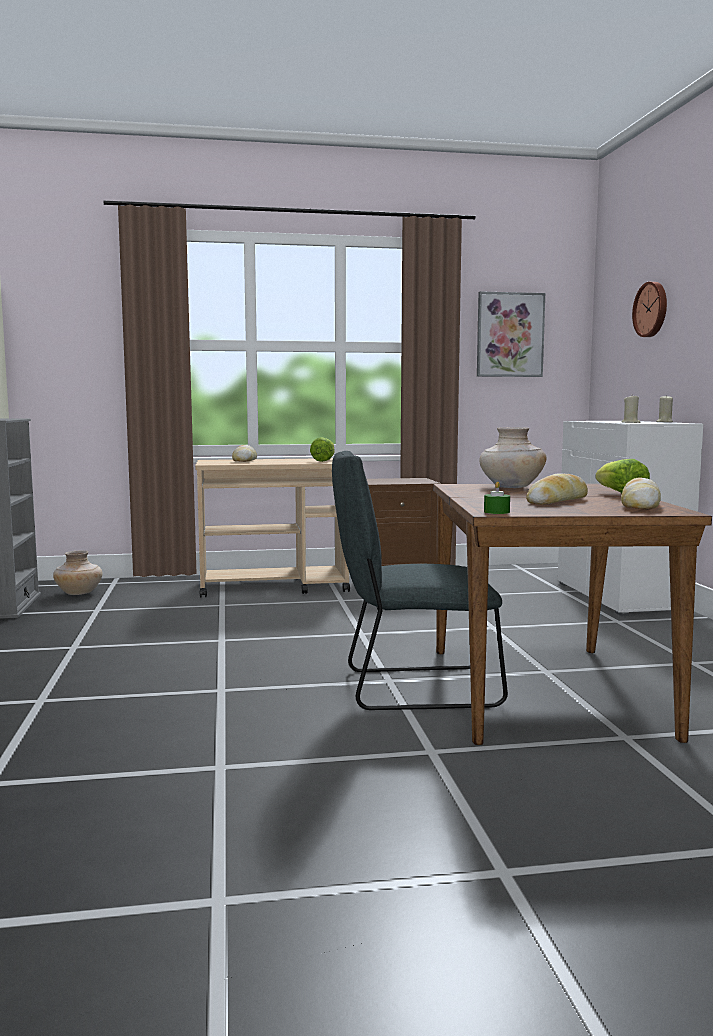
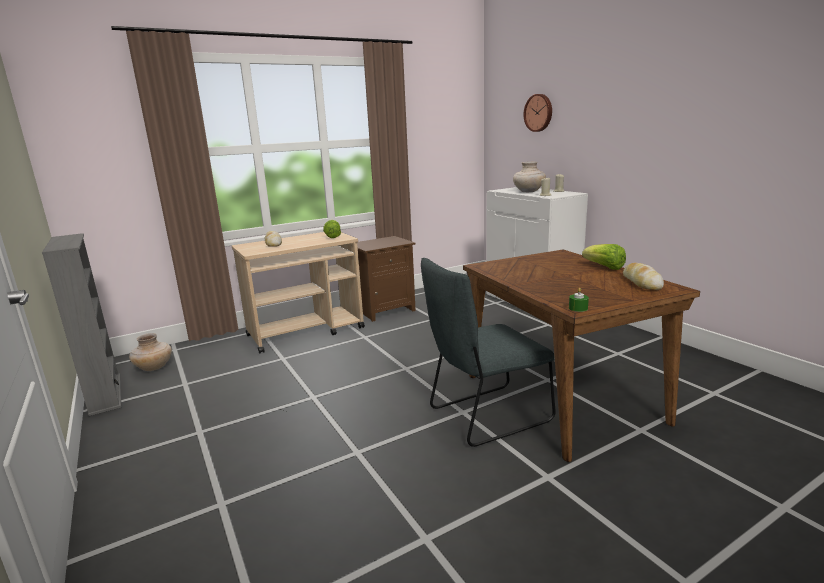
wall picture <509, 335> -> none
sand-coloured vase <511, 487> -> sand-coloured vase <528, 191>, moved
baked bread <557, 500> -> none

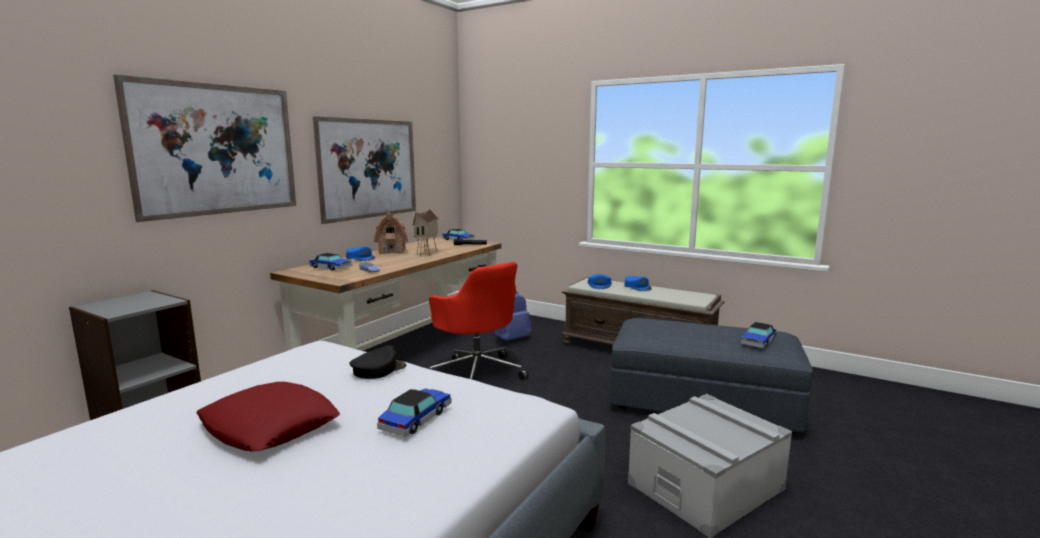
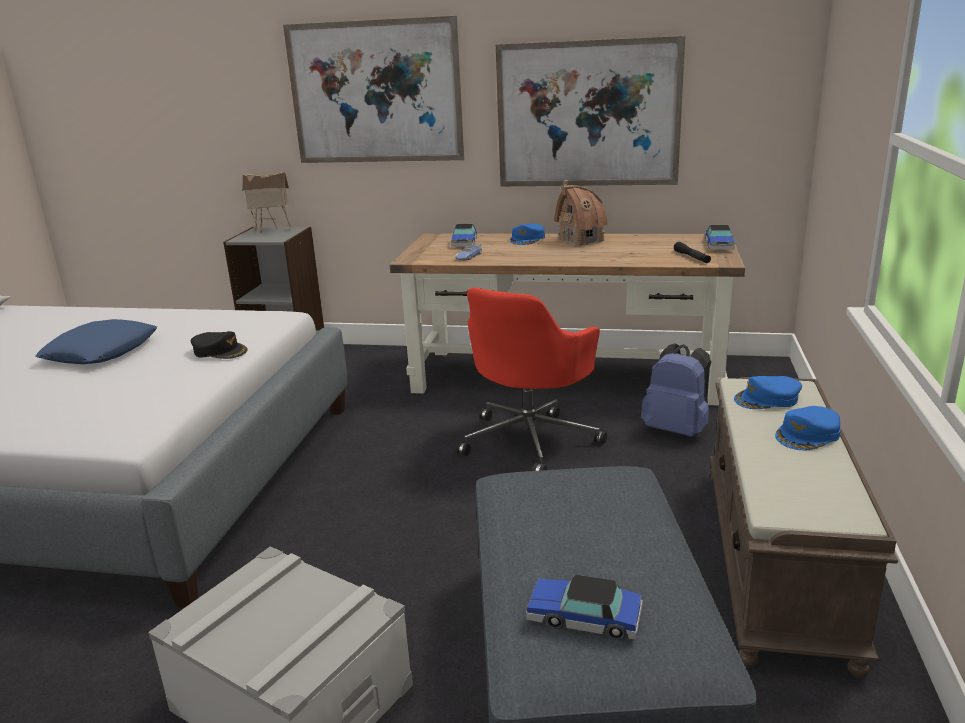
red pillow <269, 426> -> bluish pillow <101, 351>
toy car <416, 418> -> none
toy house <427, 253> -> toy house <271, 230>, moved

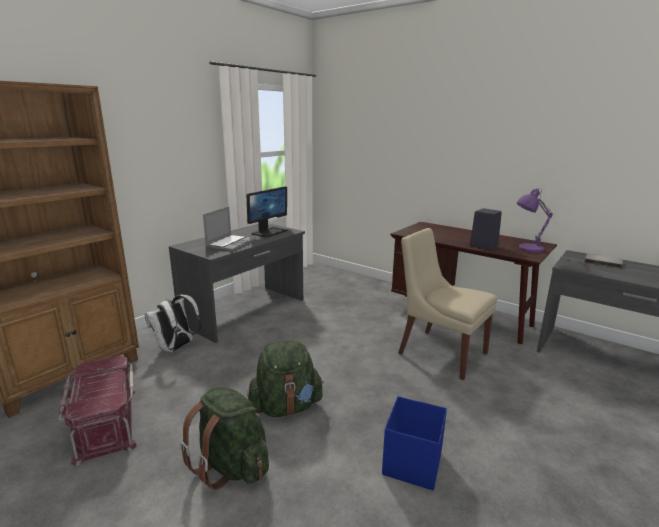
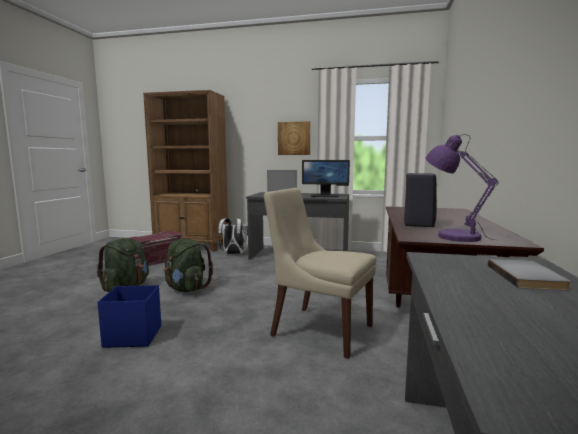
sand-coloured chair <439, 352> -> sand-coloured chair <319, 329>, 75 degrees counterclockwise
none -> wall picture <294, 138>

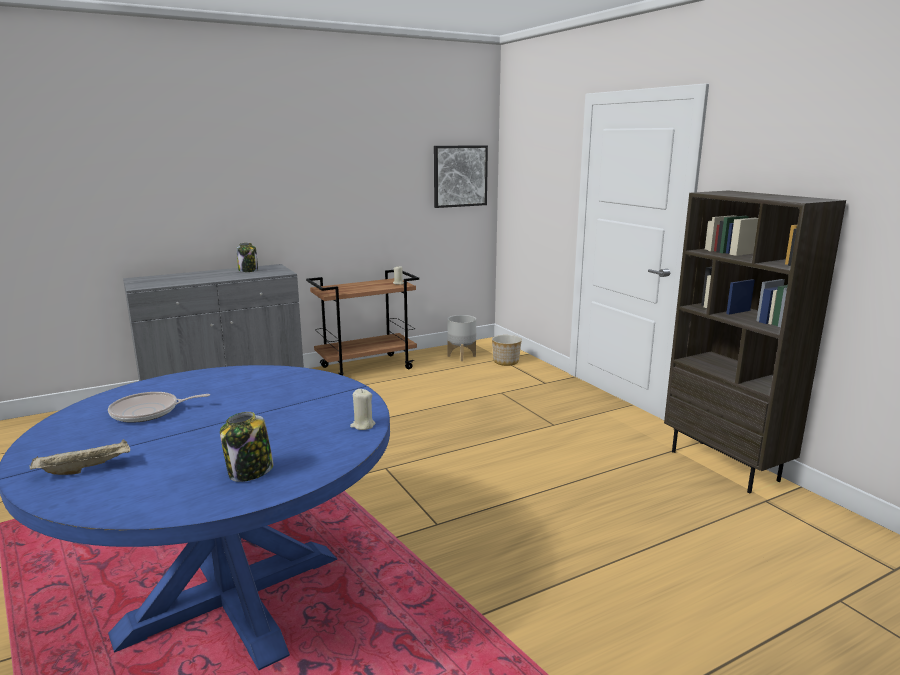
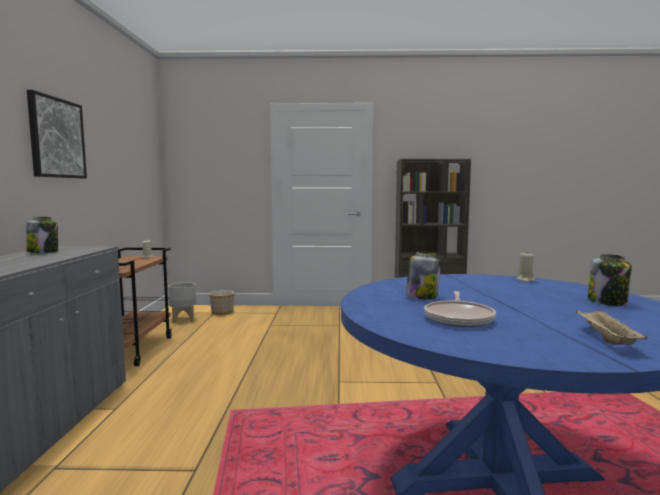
wall picture <460, 176> -> wall picture <56, 138>, moved
none -> storage jar <422, 297>

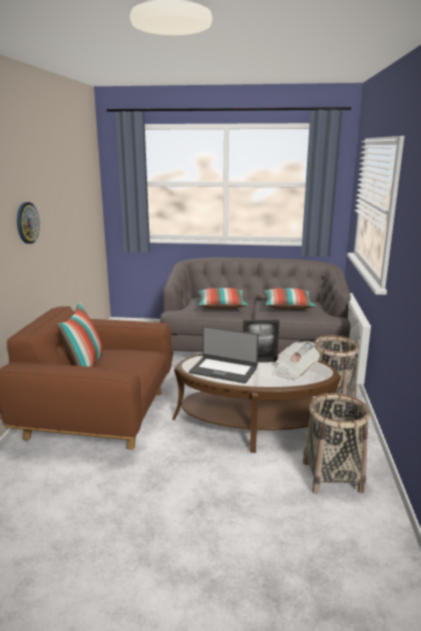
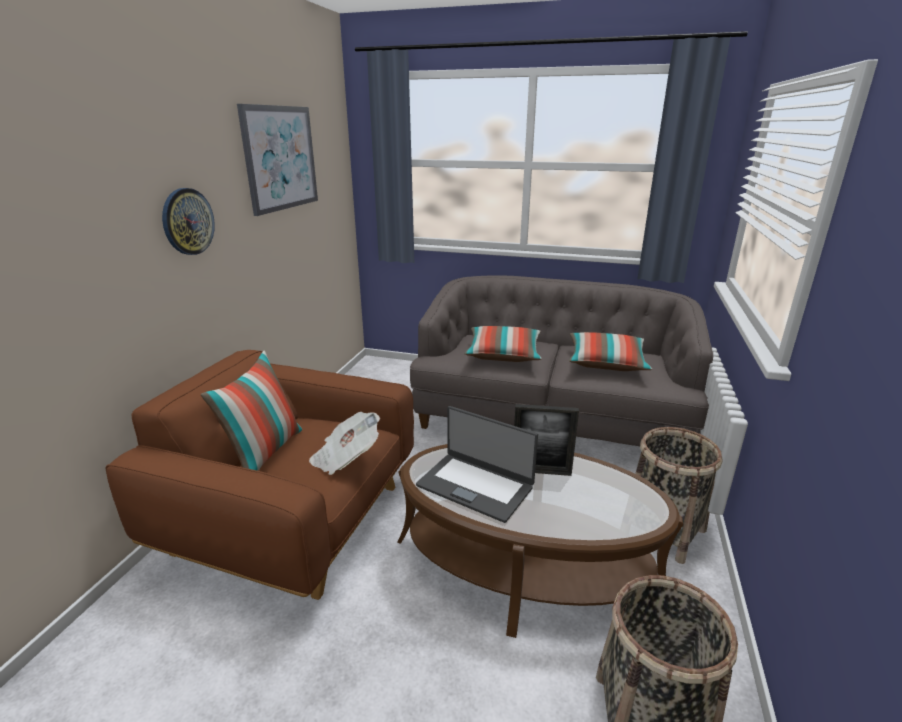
newspaper <294, 371> -> newspaper <346, 458>, moved
none -> wall picture <280, 158>

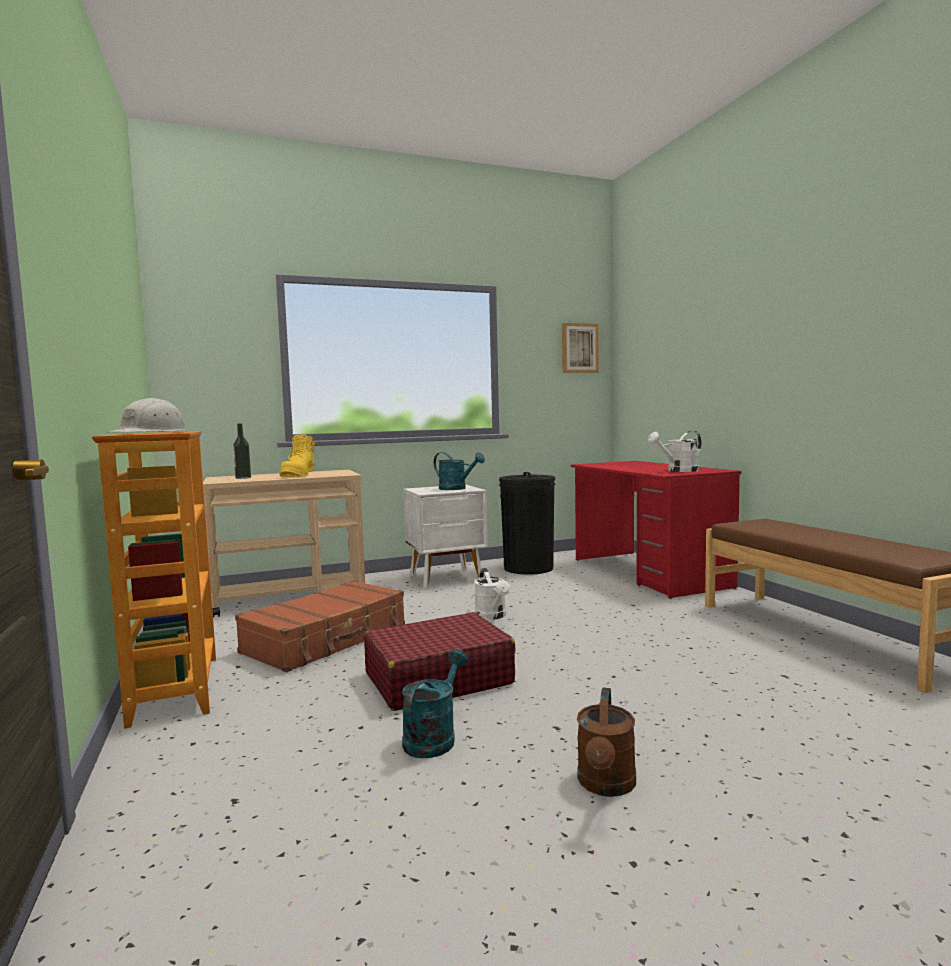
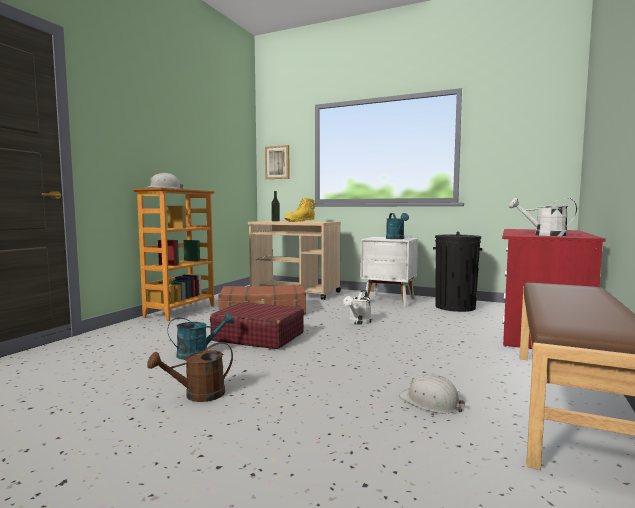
wall picture <579, 348> -> wall picture <277, 162>, moved
none -> white-coloured work helmet <430, 402>

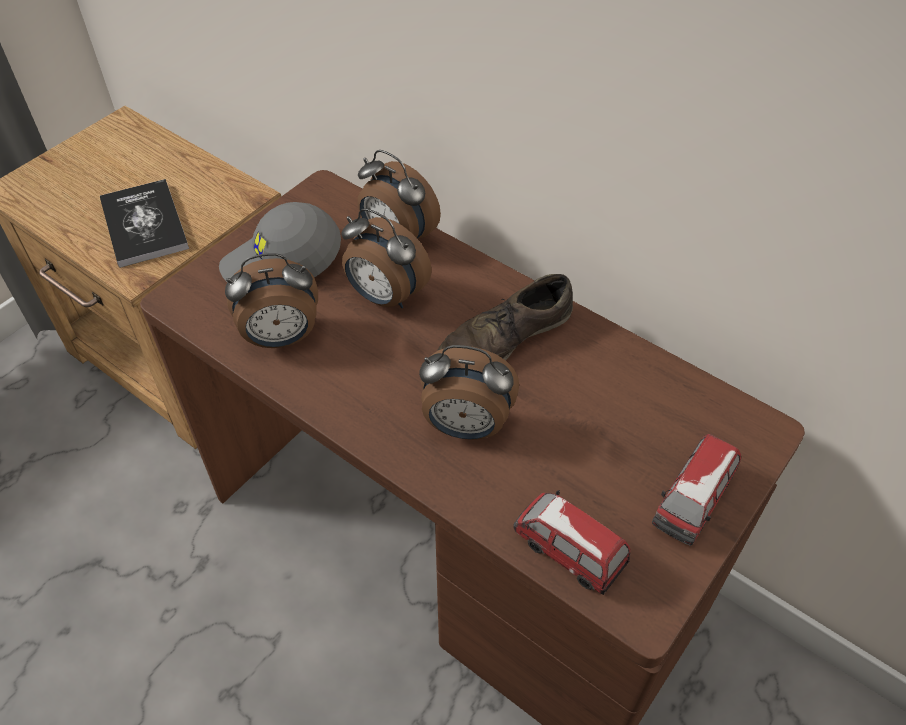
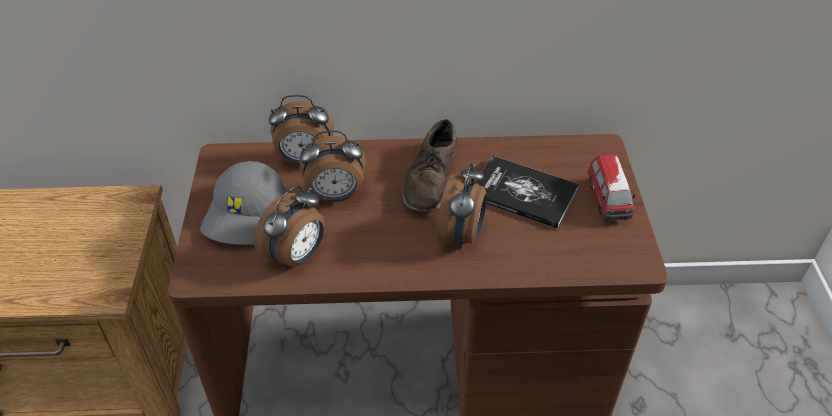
bound book <144, 224> -> bound book <523, 193>, moved
alarm clock <465, 426> -> alarm clock <461, 235>, 45 degrees counterclockwise
toy car <567, 552> -> none

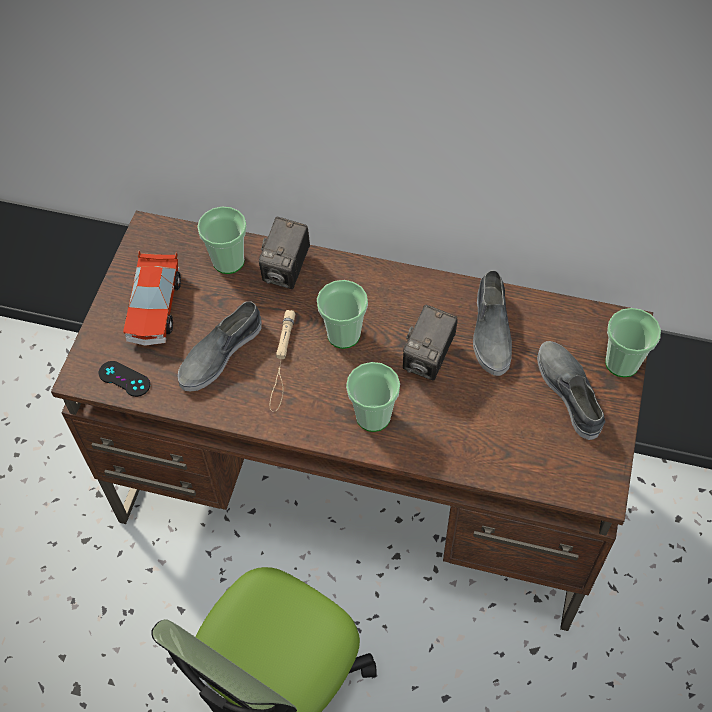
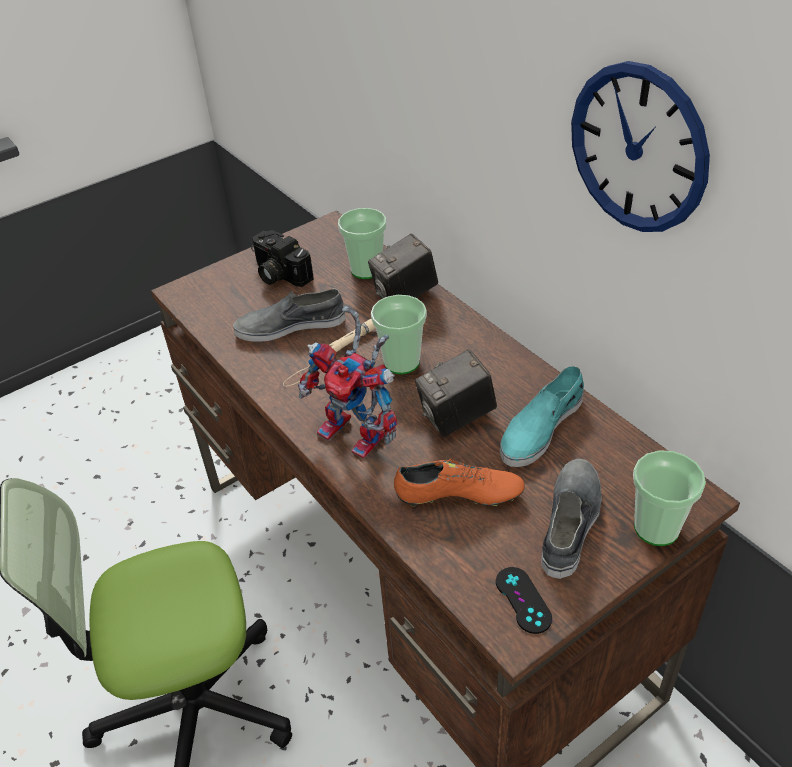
black-coloured gamepad <124, 379> -> black-coloured gamepad <523, 600>, moved
toy car <154, 308> -> still camera <278, 274>
small cup <373, 416> -> robot figure <359, 435>
grey low shoe <491, 331> -> turquoise-coloured low shoe <540, 427>
none -> orangey low shoe <459, 496>
none -> hanging clock <638, 149>

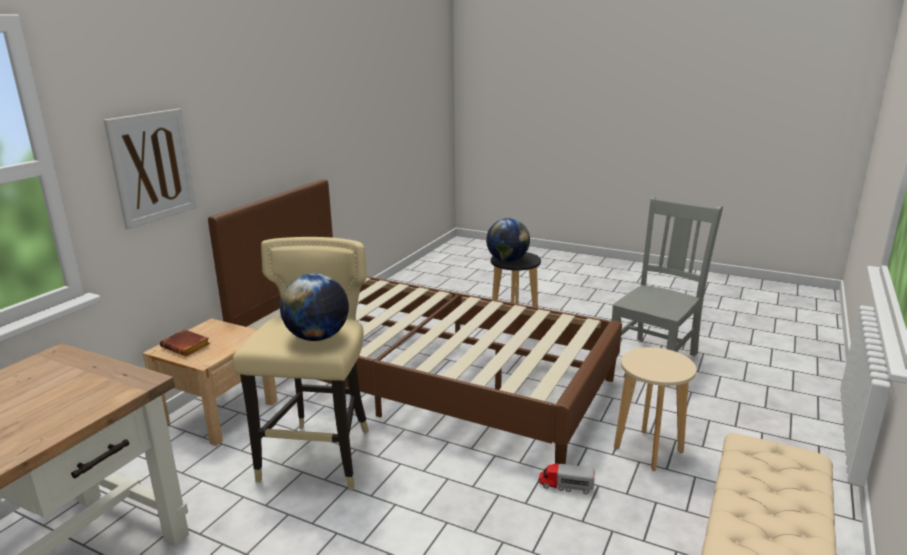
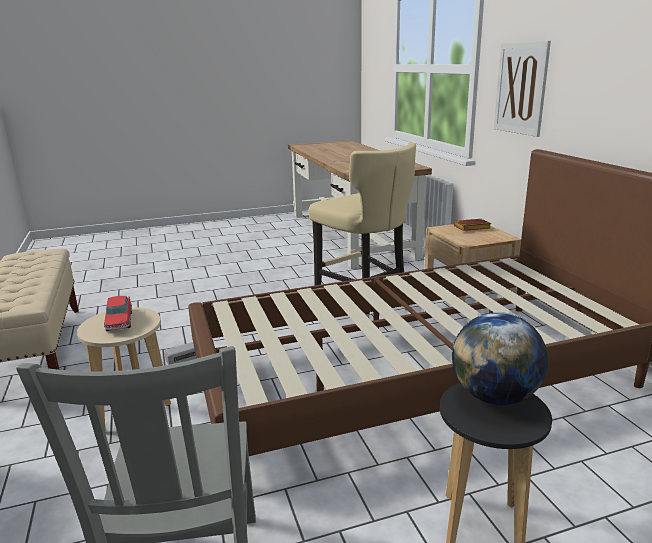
world globe <317, 337> -> none
none -> toy car <119, 321>

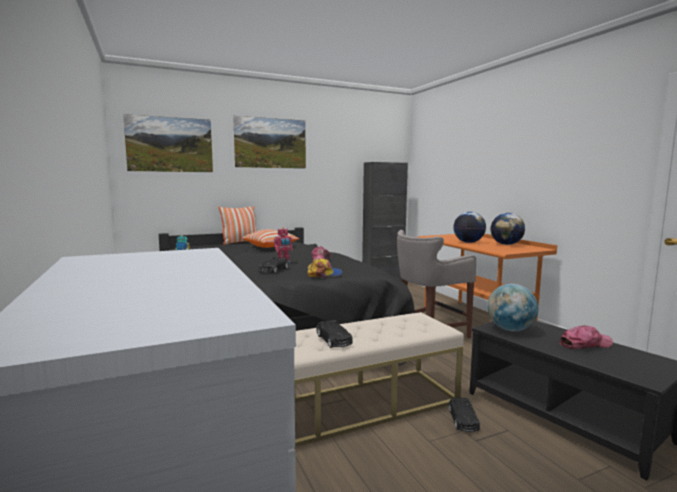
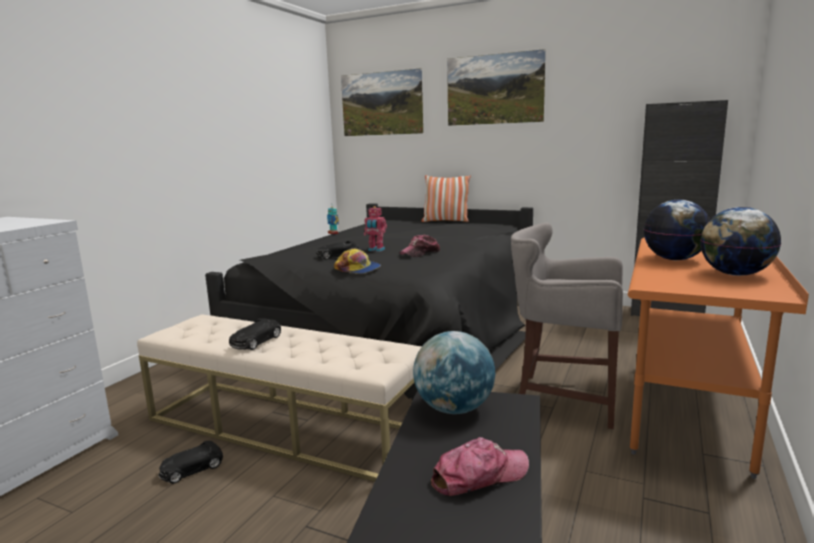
pillow <271, 246> -> none
black-coloured toy car <463, 420> -> black-coloured toy car <191, 469>, moved
cap <585, 344> -> cap <479, 476>, 60 degrees counterclockwise

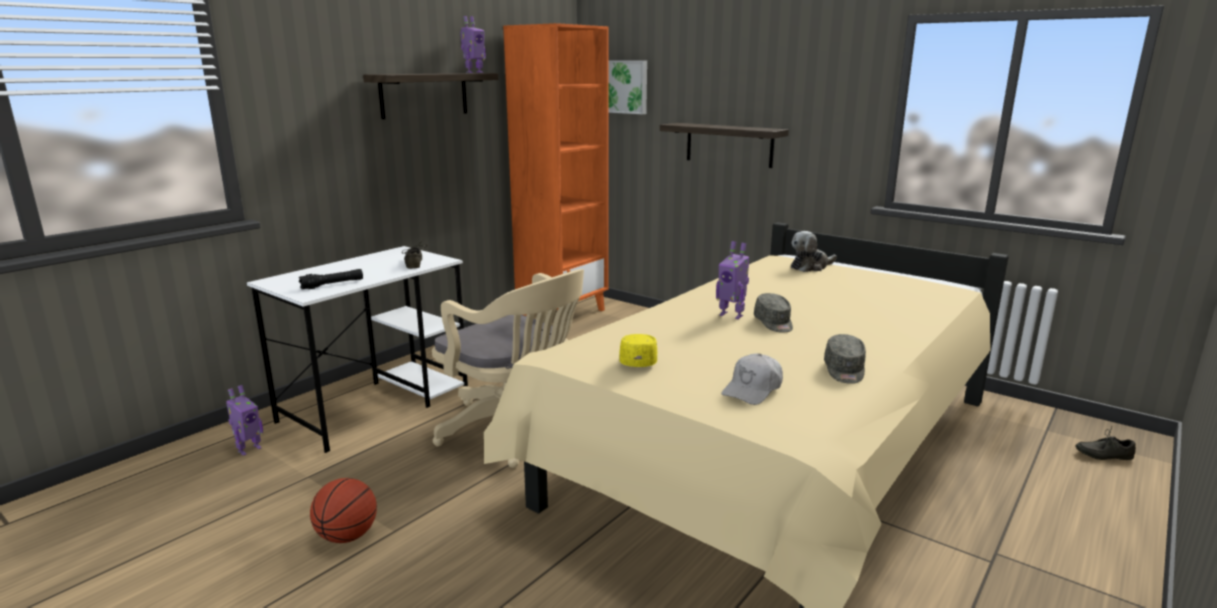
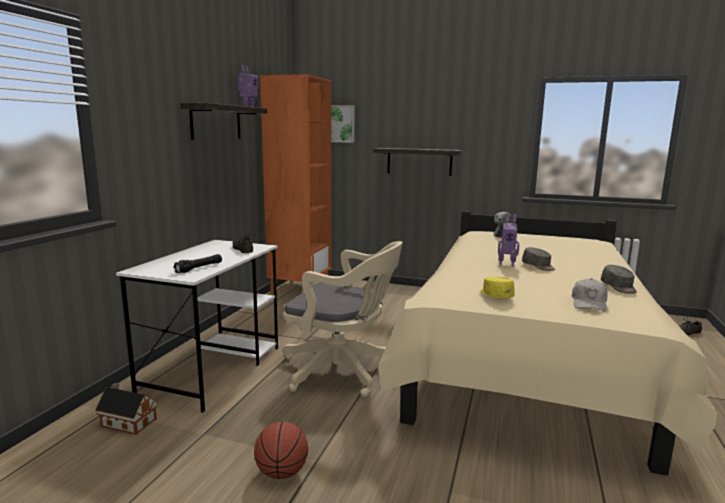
robot figure <249, 449> -> toy house <127, 422>

